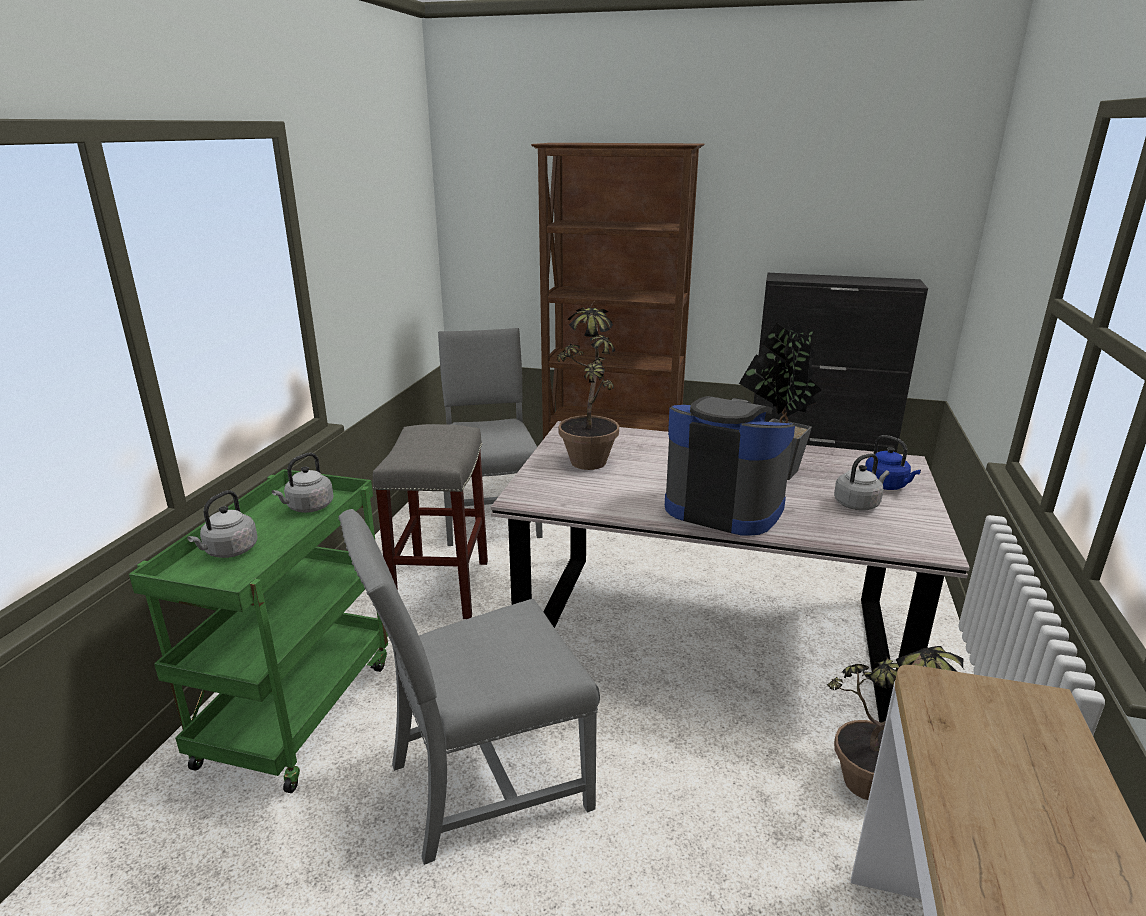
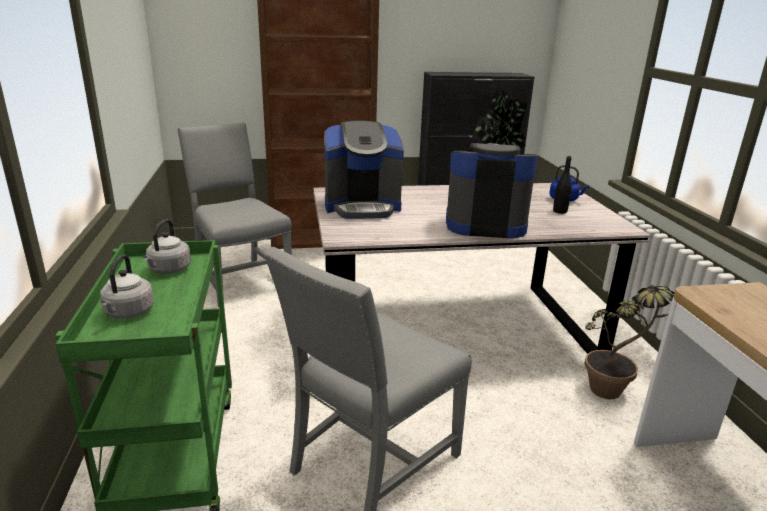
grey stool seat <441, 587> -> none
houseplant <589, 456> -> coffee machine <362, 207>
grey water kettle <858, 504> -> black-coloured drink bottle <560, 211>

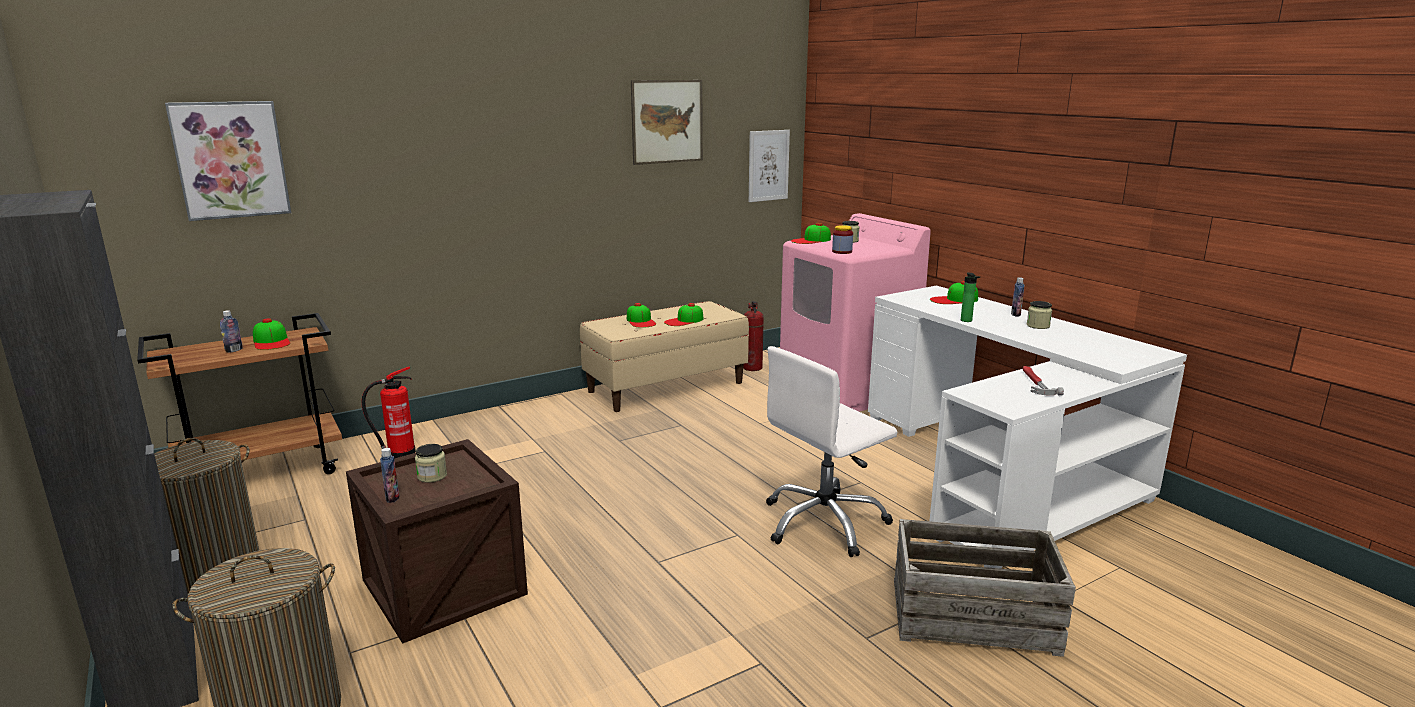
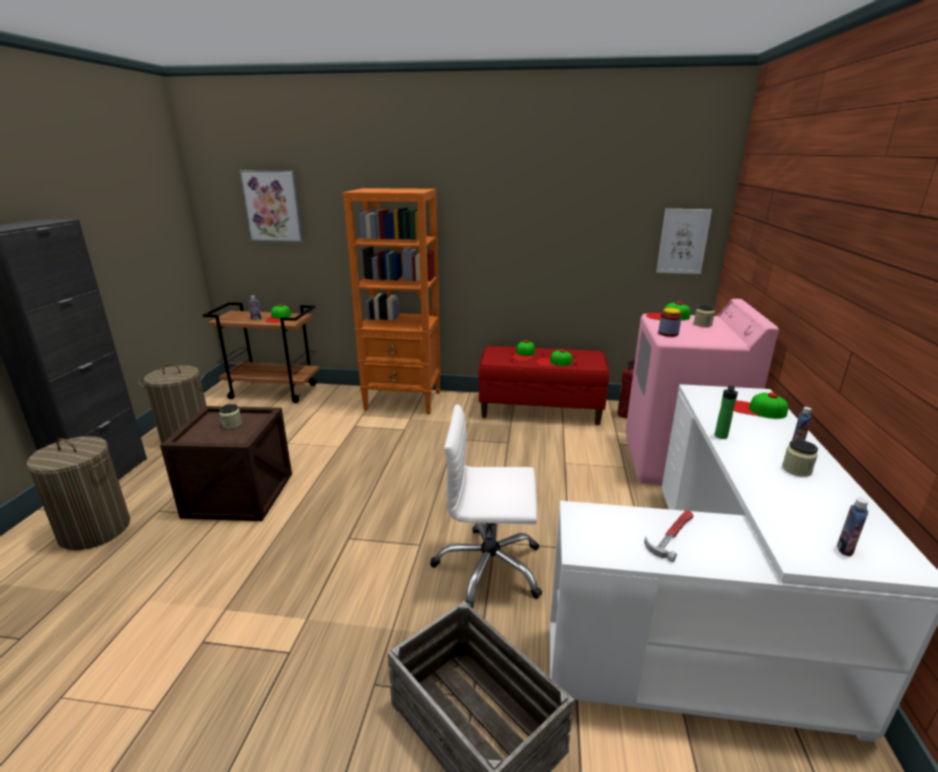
fire-fighting cylinder <399, 455> -> none
drink bottle <392, 498> -> drink bottle <845, 549>, moved
sand-coloured bench <666, 387> -> red bench <540, 409>
wall picture <667, 121> -> none
none -> orangey bookcase <404, 401>

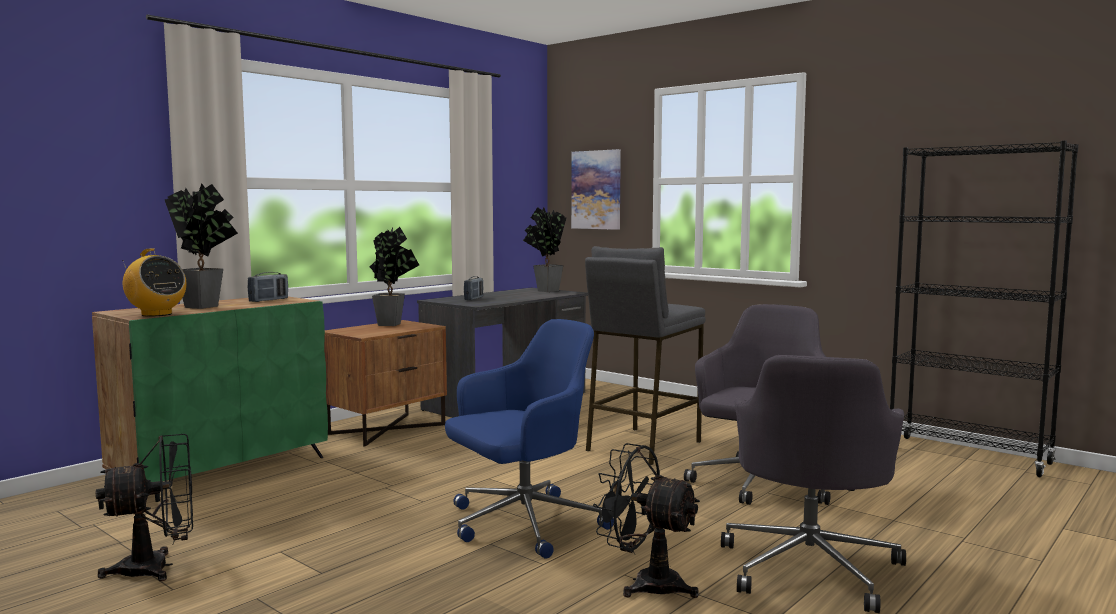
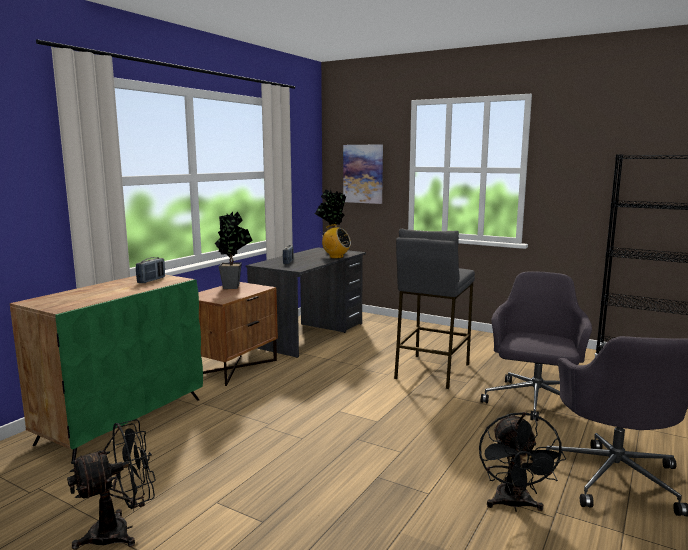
radio receiver <156, 314> -> radio receiver <336, 257>, moved
houseplant <207, 306> -> none
bluish desk chair <522, 524> -> none
black-coloured fan <646, 583> -> black-coloured fan <513, 505>, 105 degrees counterclockwise

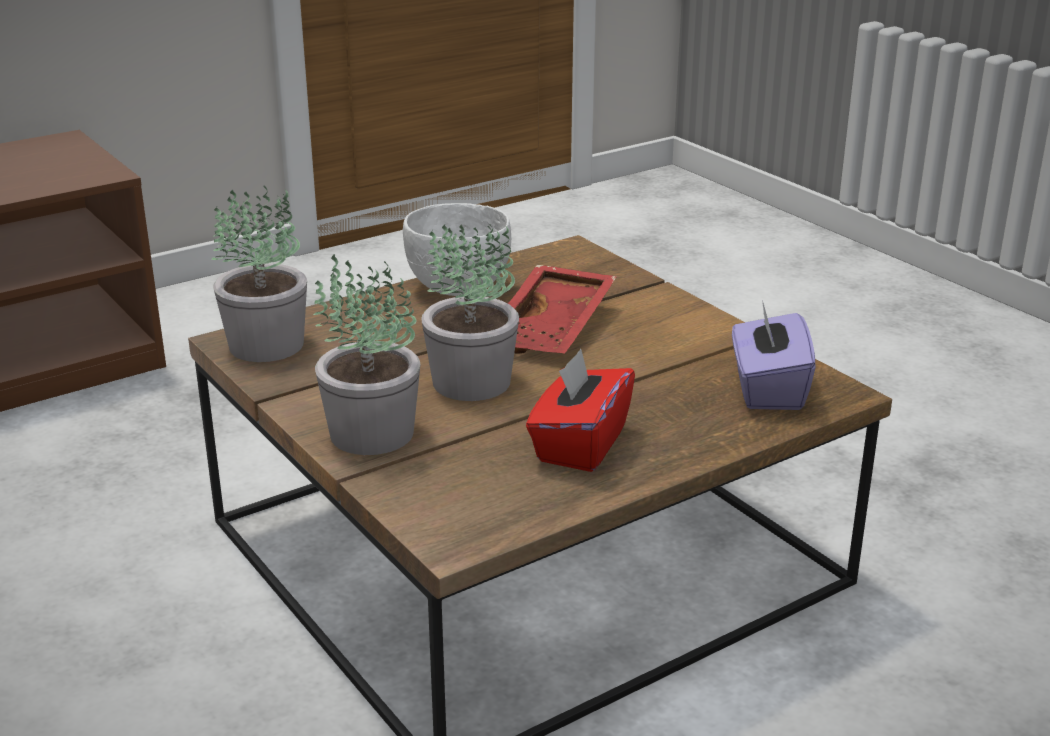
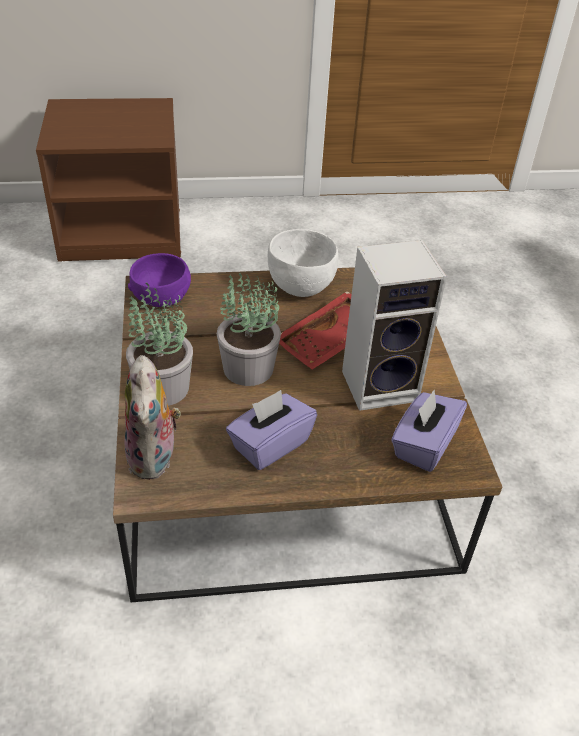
houseplant <267, 344> -> purplish deep dish <161, 296>
red tissue holder <580, 444> -> purplish tissue holder <270, 444>
none -> cuddly toy <155, 458>
none -> loudspeaker <382, 384>

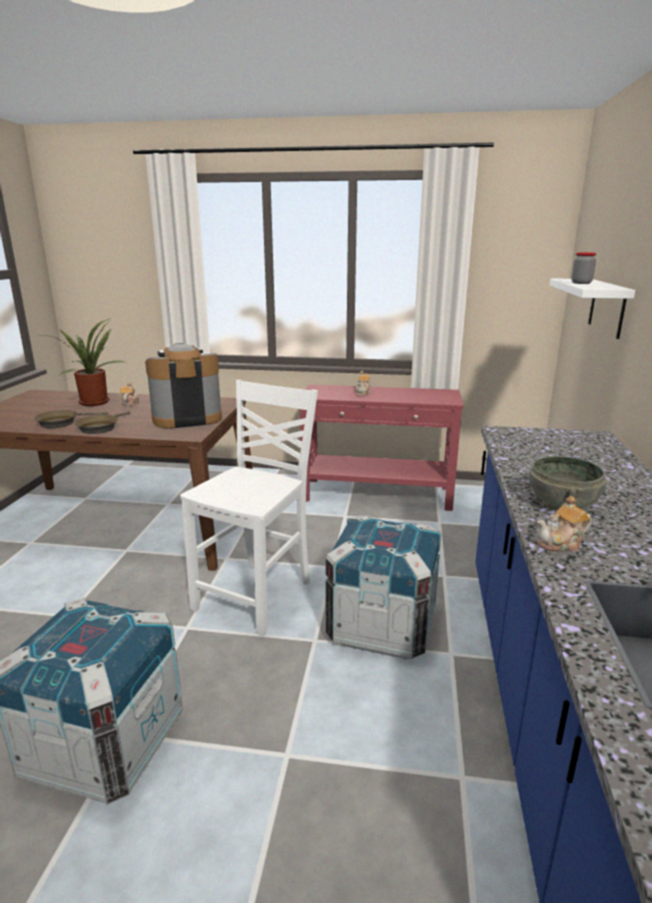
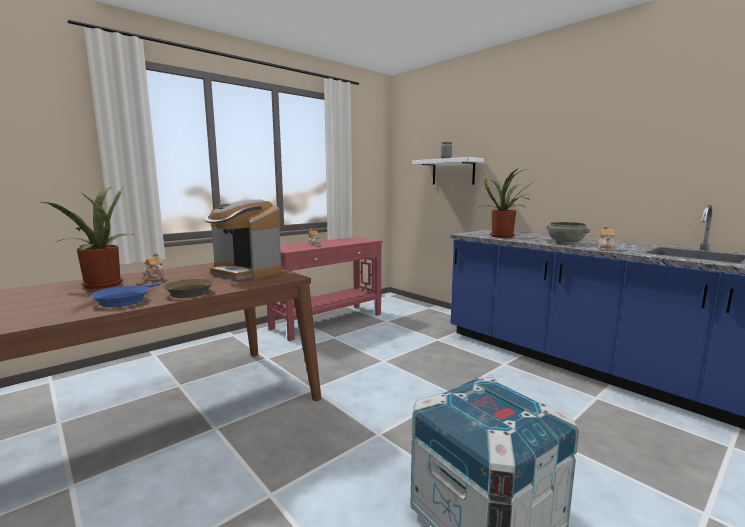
brownish skillet <61, 423> -> bluish skillet <125, 300>
coffee machine <186, 418> -> coffee machine <246, 272>, 75 degrees counterclockwise
white-coloured chair <257, 595> -> none
packing crate <382, 626> -> none
none -> houseplant <504, 236>

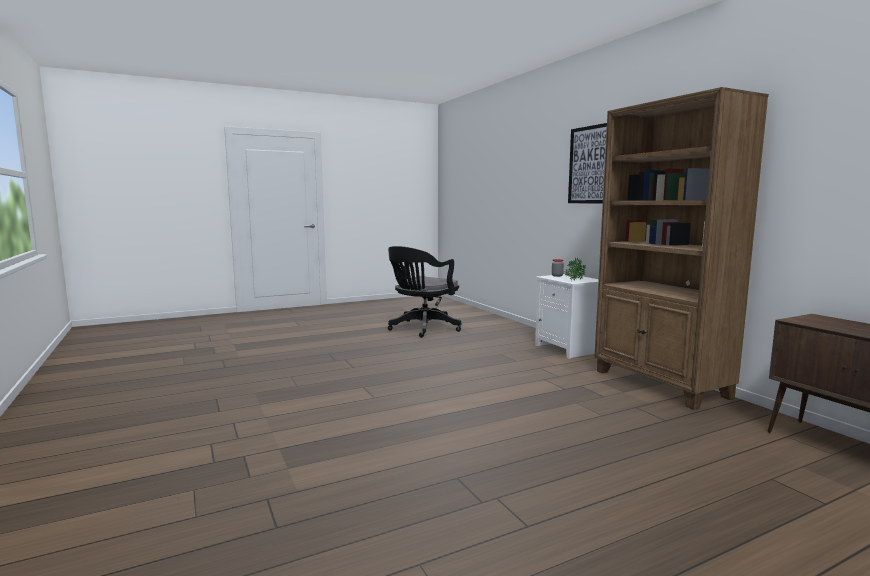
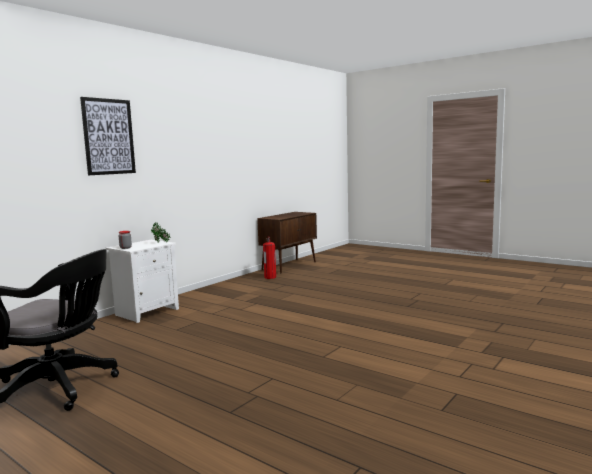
brownish bookcase <660, 384> -> none
none -> fire-fighting cylinder <270, 277>

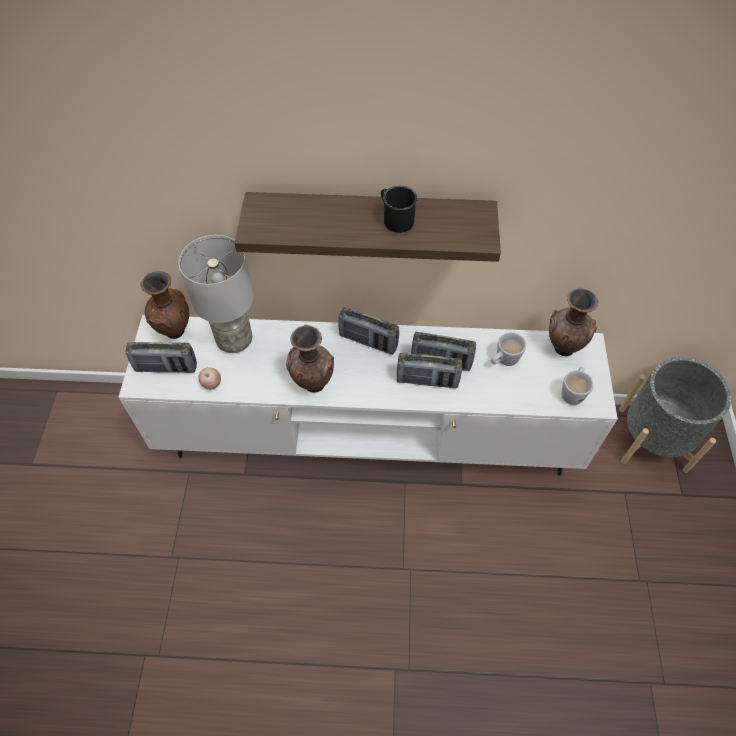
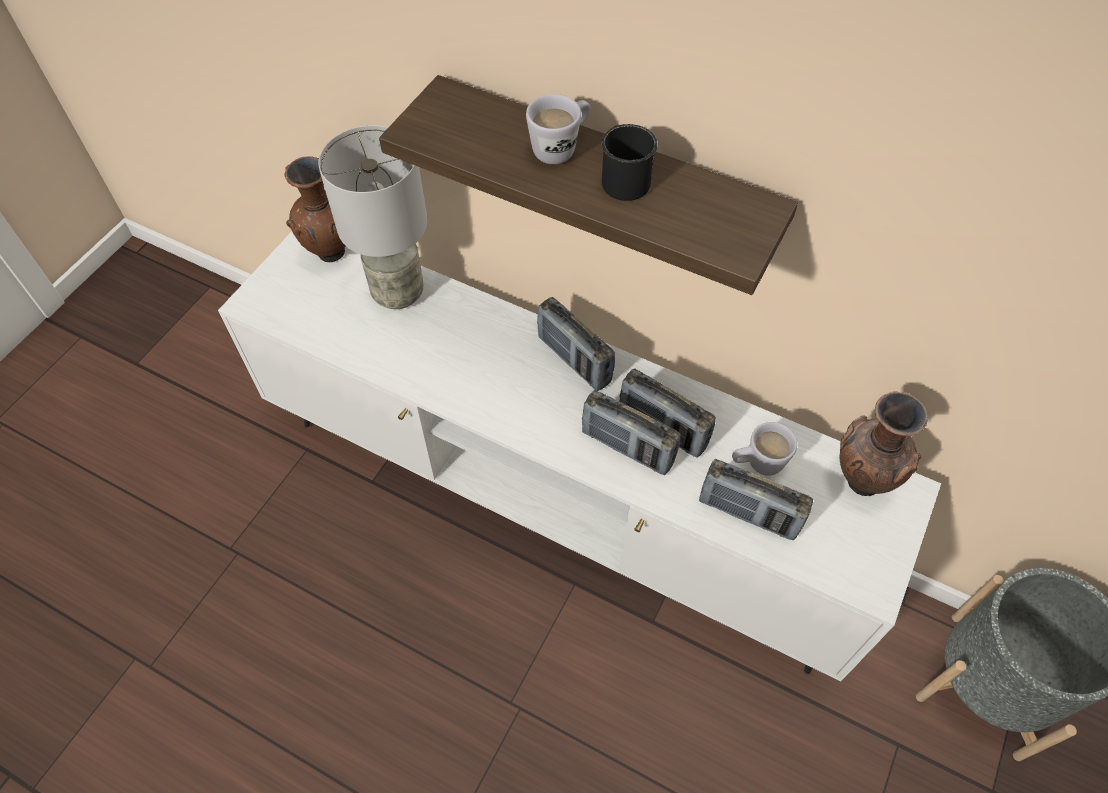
radio receiver <166, 368> -> radio receiver <748, 513>, moved
apple fruit <212, 384> -> none
brownish vase <312, 385> -> none
white-coloured mug <573, 392> -> white-coloured mug <561, 148>, moved

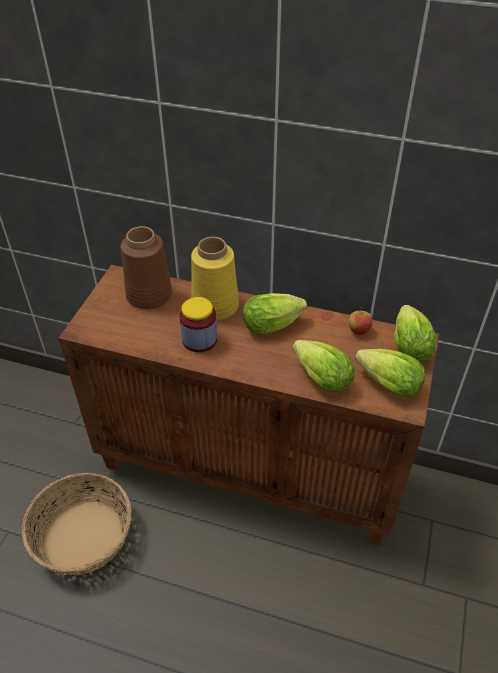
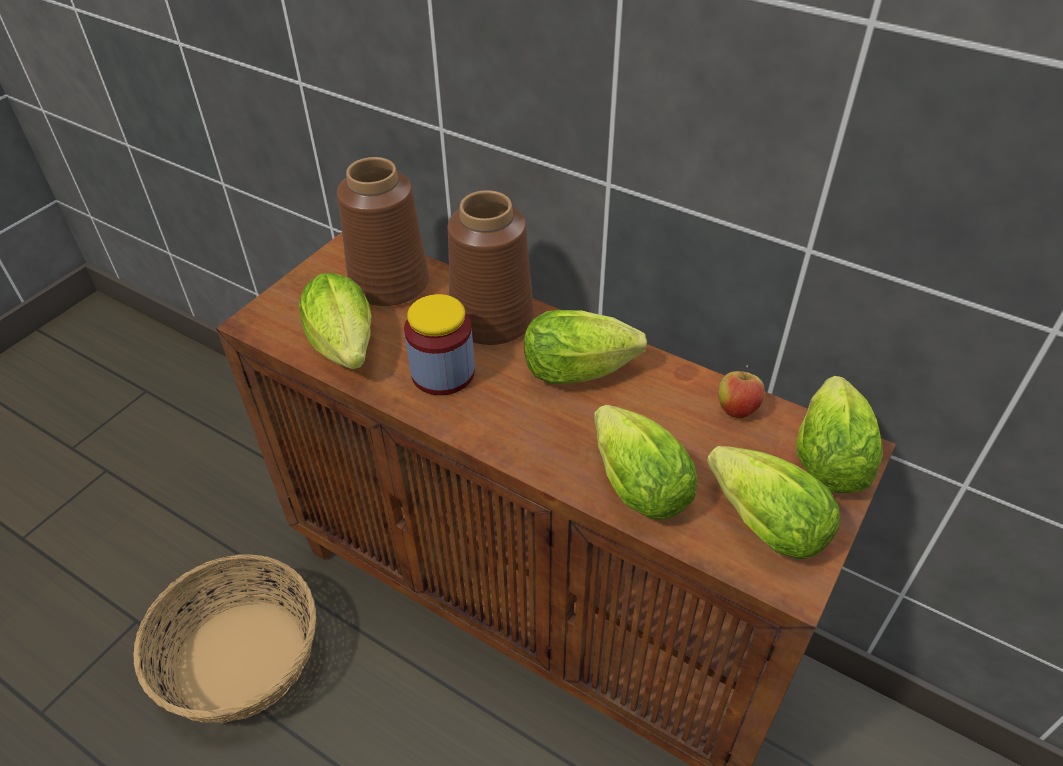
yellow-coloured vase <214, 306> -> brownish vase <490, 320>
none -> lettuce head <346, 351>

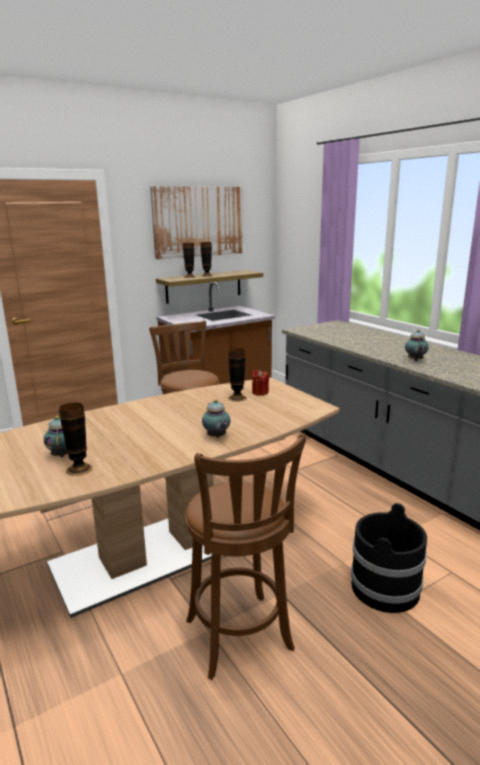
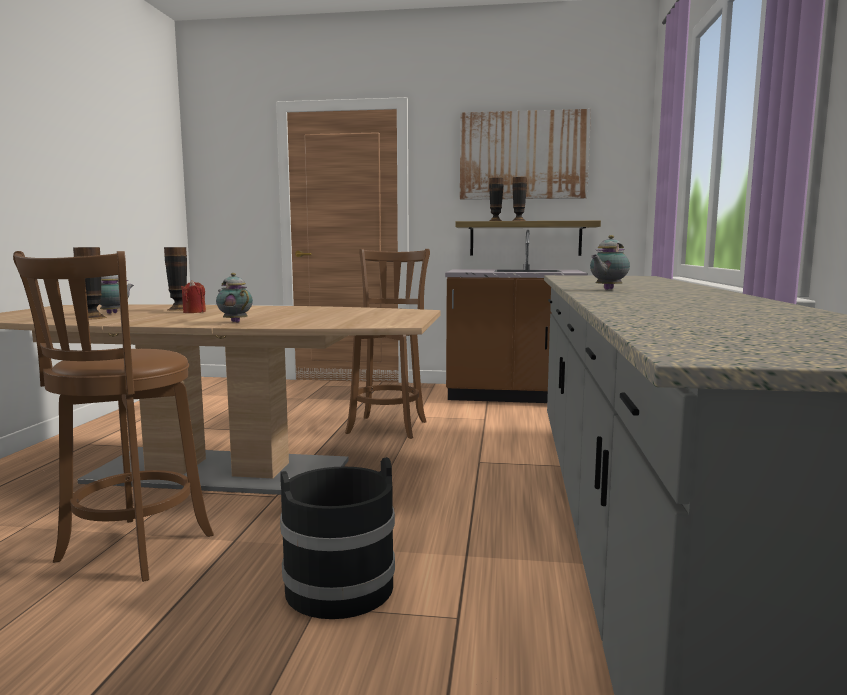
teapot <216, 437> -> teapot <235, 322>, 120 degrees clockwise
vase <237, 398> -> vase <179, 309>, moved
red candle <260, 392> -> red candle <194, 312>, moved

